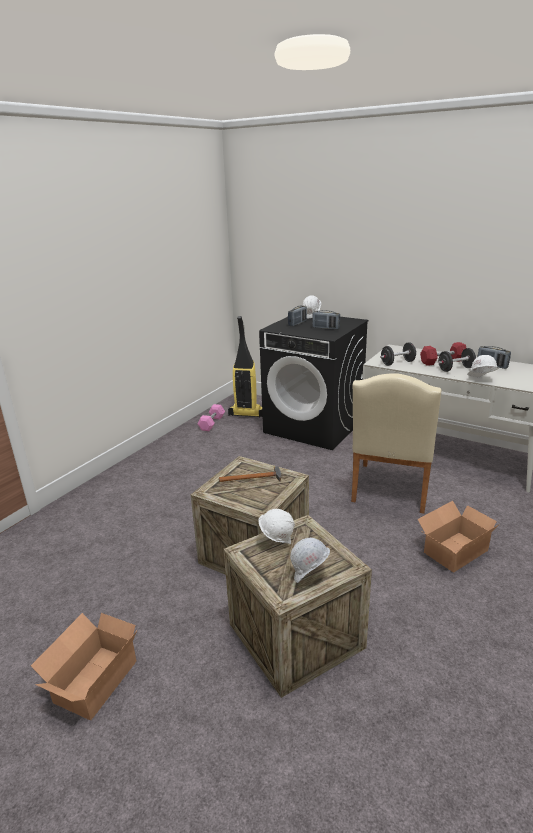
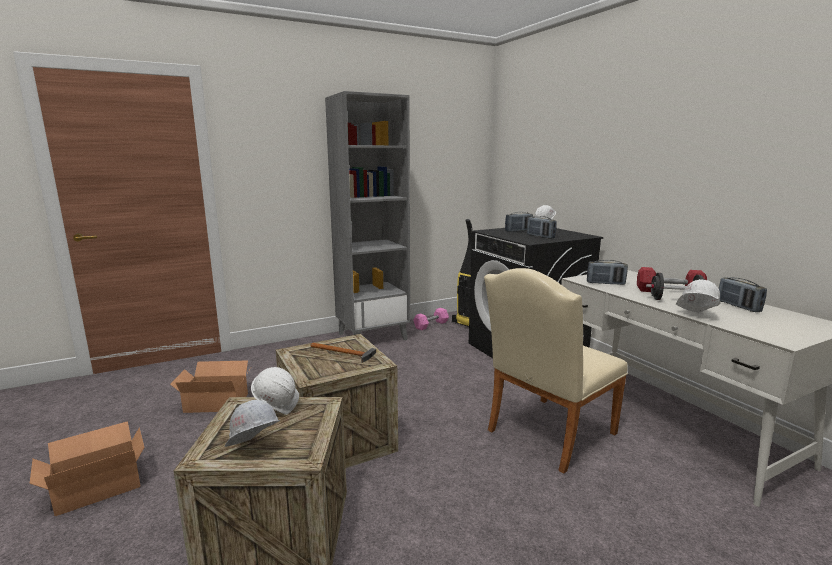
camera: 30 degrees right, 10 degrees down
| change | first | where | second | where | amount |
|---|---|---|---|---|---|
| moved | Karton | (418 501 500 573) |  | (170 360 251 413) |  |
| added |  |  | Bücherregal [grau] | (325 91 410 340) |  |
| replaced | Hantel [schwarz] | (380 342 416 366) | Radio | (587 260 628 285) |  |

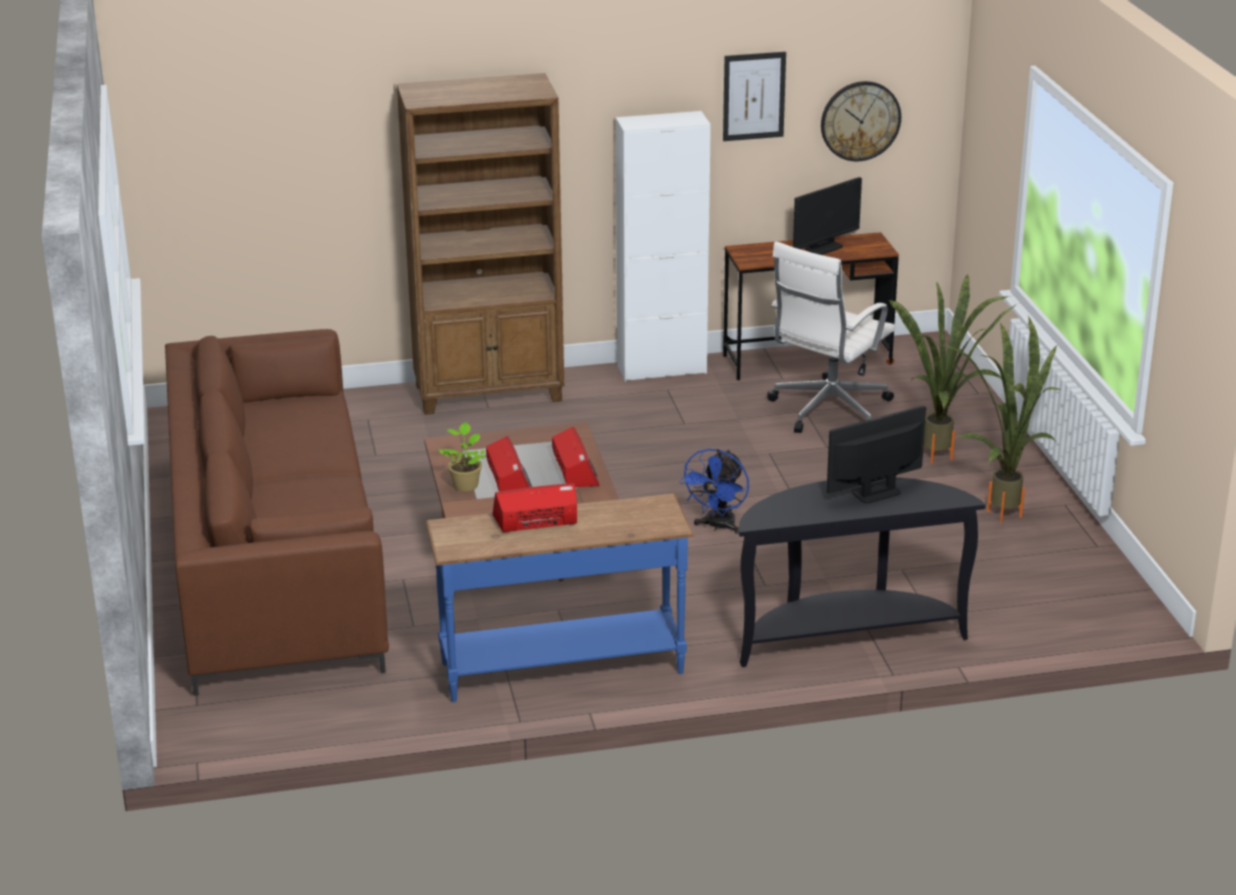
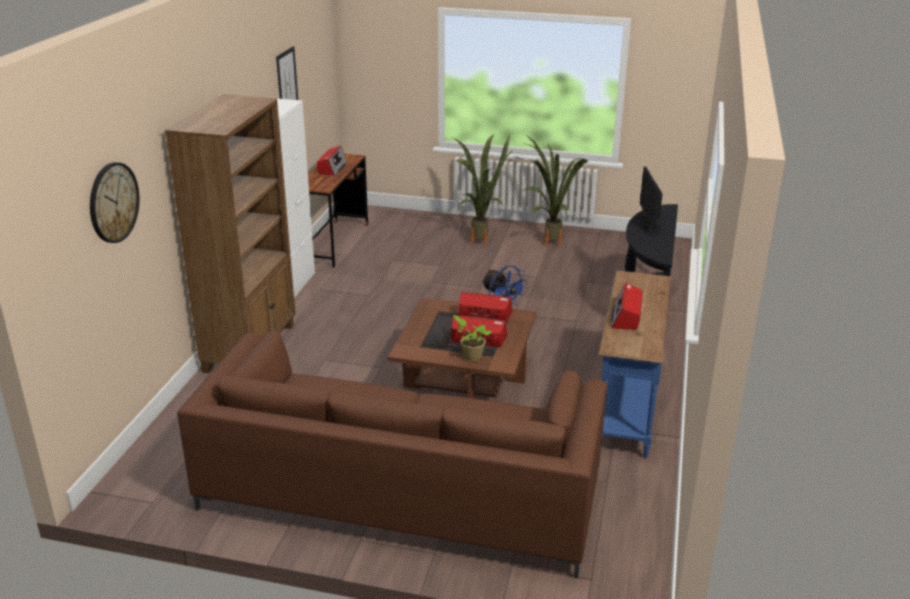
camera: 65 degrees left, 0 degrees up
| change | first | where | second | where | amount |
|---|---|---|---|---|---|
| moved | Wanduhr | (821 81 901 161) |  | (90 162 139 243) |  |
| replaced | Monitor | (793 177 862 255) | Radio | (317 146 348 176) |  |
| removed | Bürostuhl [weiß] | (767 242 895 433) |  |  |  |

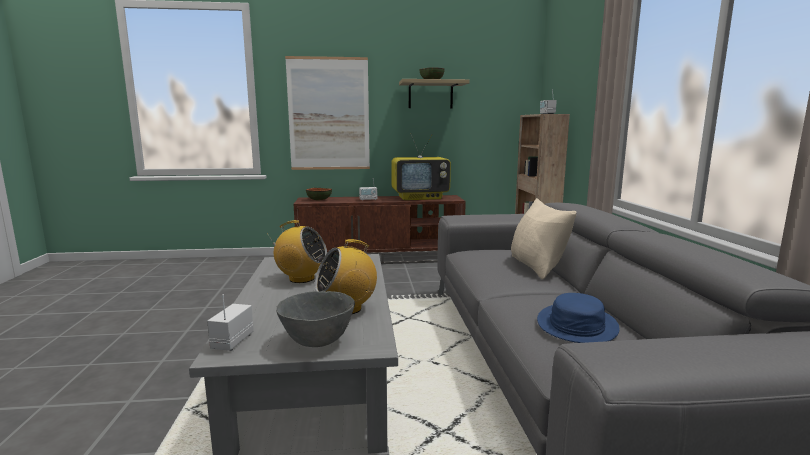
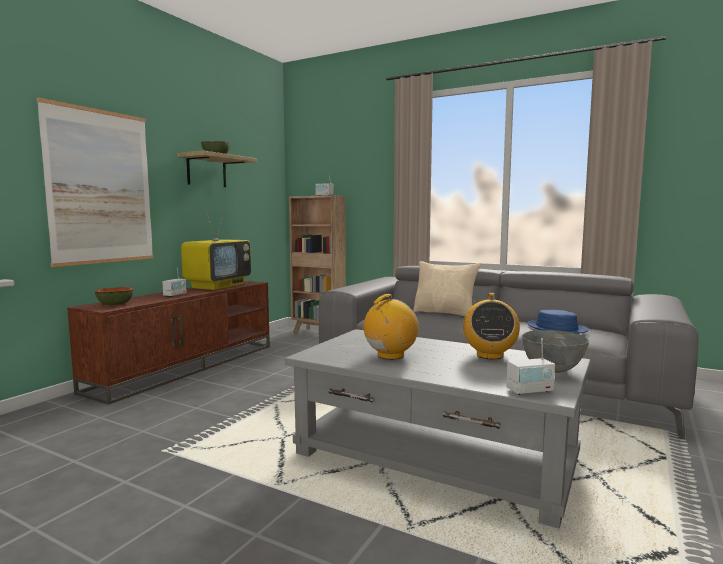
camera: 55 degrees left, 5 degrees down
| change | first | where | second | where | amount |
|---|---|---|---|---|---|
| turned | Radio | (207 294 254 351) |  | (506 338 555 395) | 60 degrees counterclockwise |

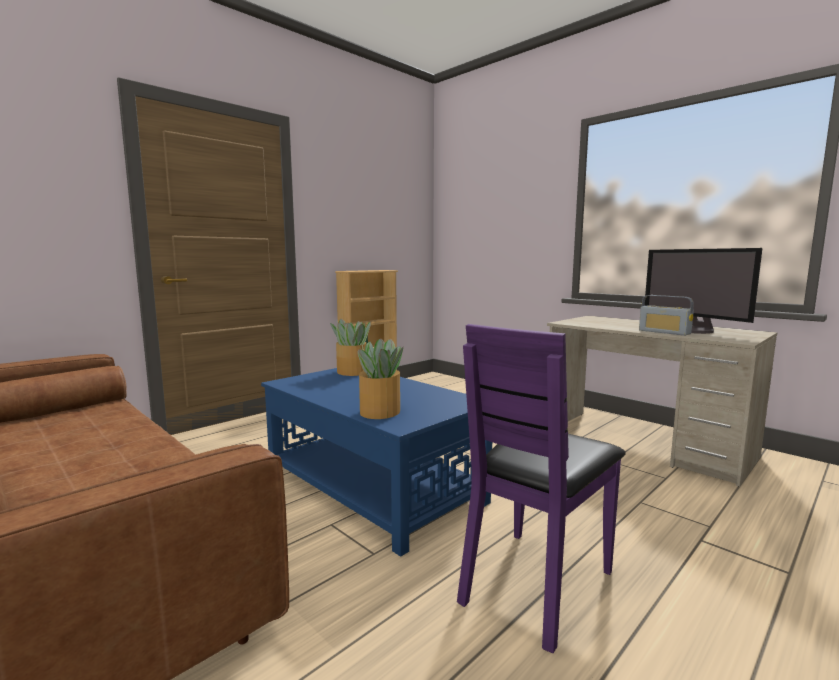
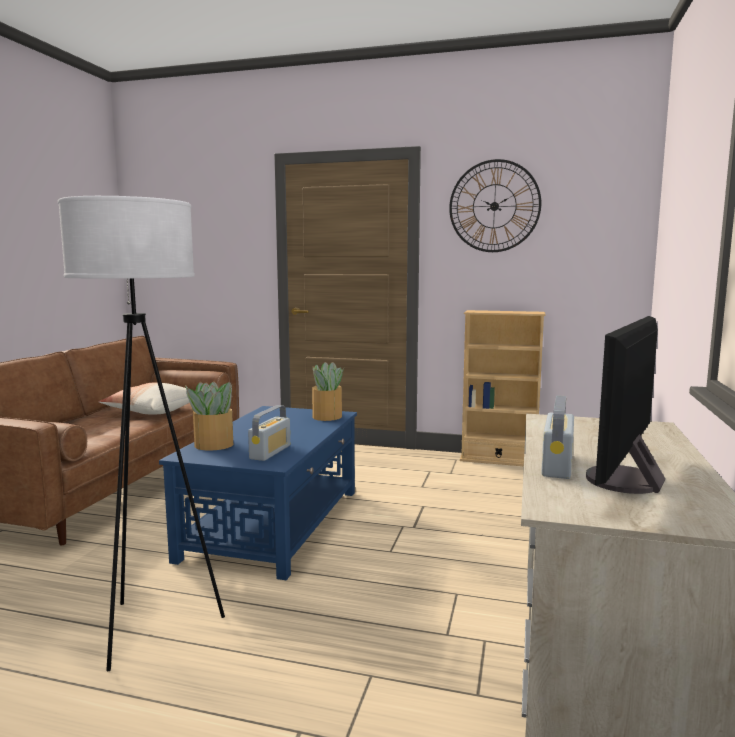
camera: 60 degrees right, 0 degrees up
| change | first | where | second | where | amount |
|---|---|---|---|---|---|
| replaced | Stuhl [lila] | (457 324 626 653) | Stehlampe [weiß] | (58 196 225 671) |  |
| added |  |  | Kissen | (99 382 189 415) |  |
| added |  |  | Radio | (248 405 290 461) |  |
| added |  |  | Wanduhr | (449 159 541 252) |  |

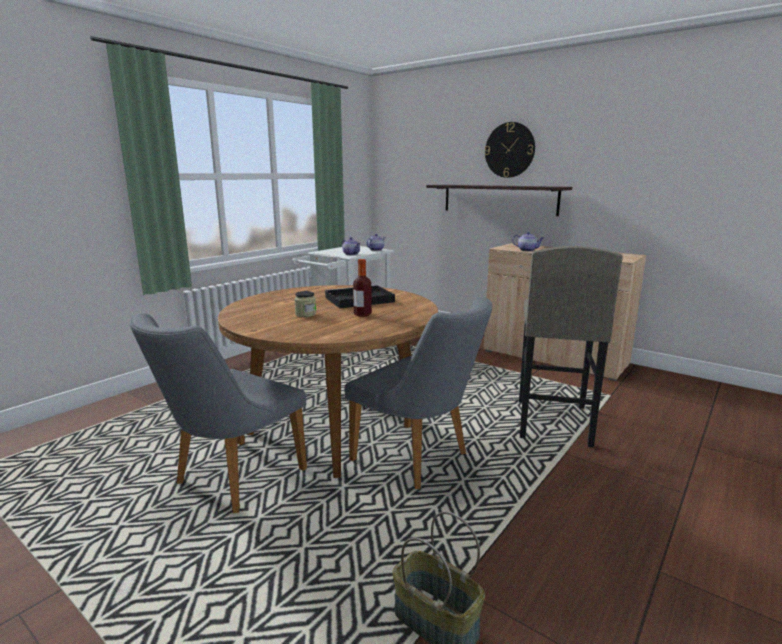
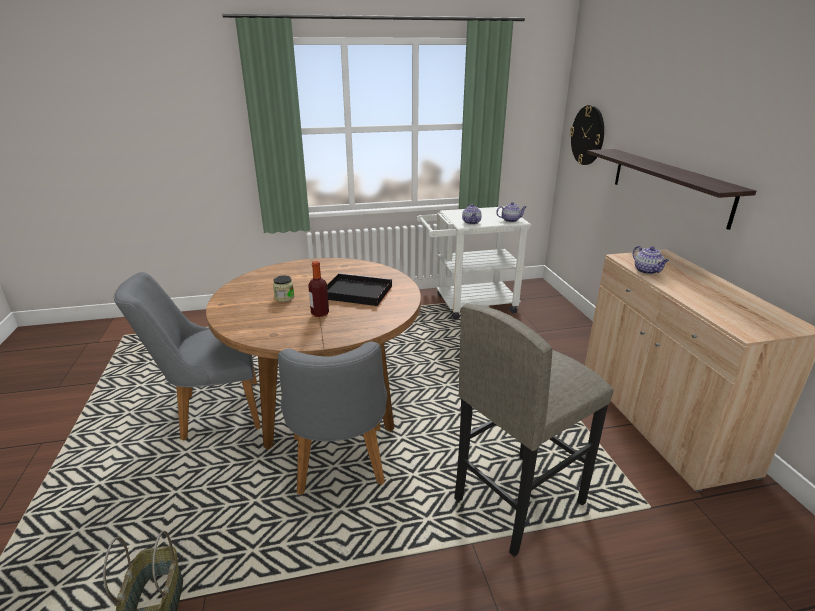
camera: 40 degrees right, 10 degrees up
| change | first | where | second | where | amount |
|---|---|---|---|---|---|
| moved | Wanduhr | (485 122 535 178) |  | (570 105 604 165) |  |

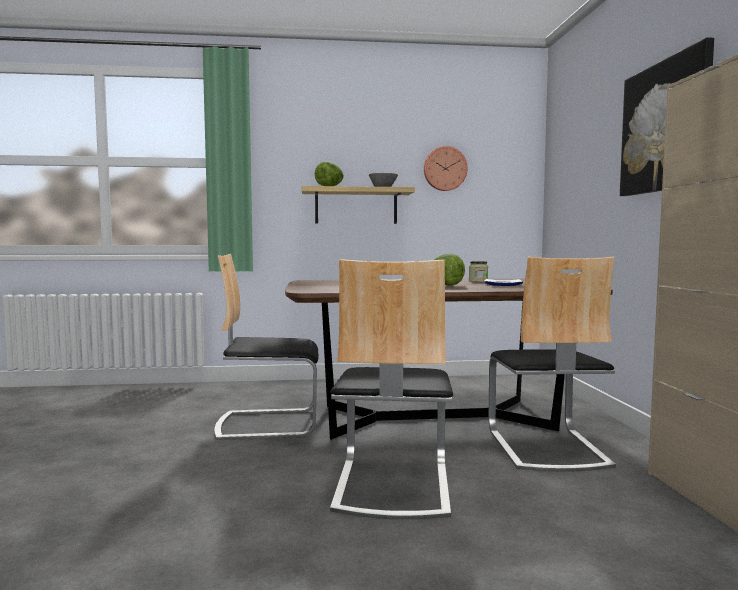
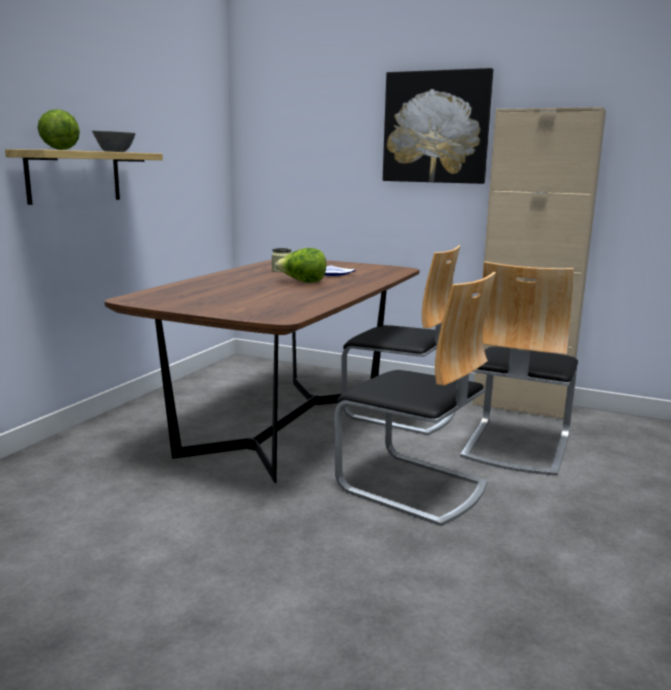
camera: 60 degrees left, 10 degrees up
| change | first | where | second | where | amount |
|---|---|---|---|---|---|
| moved | Stuhl | (214 254 318 440) |  | (460 261 578 476) |  |
| removed | Wanduhr | (424 146 467 191) |  |  |  |

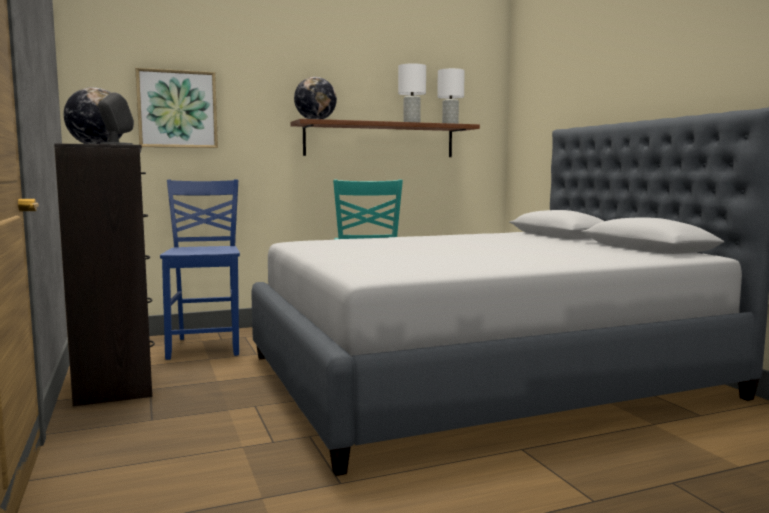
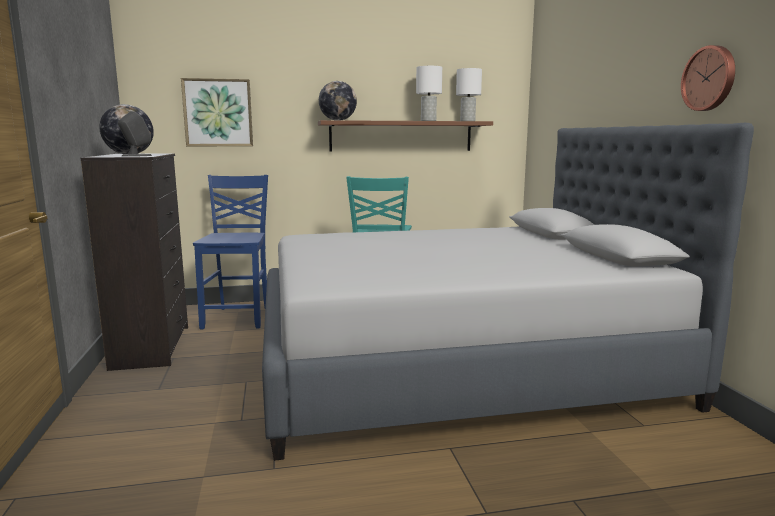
camera: 10 degrees right, 5 degrees up
| change | first | where | second | where | amount |
|---|---|---|---|---|---|
| added |  |  | Wanduhr | (681 45 735 111) |  |

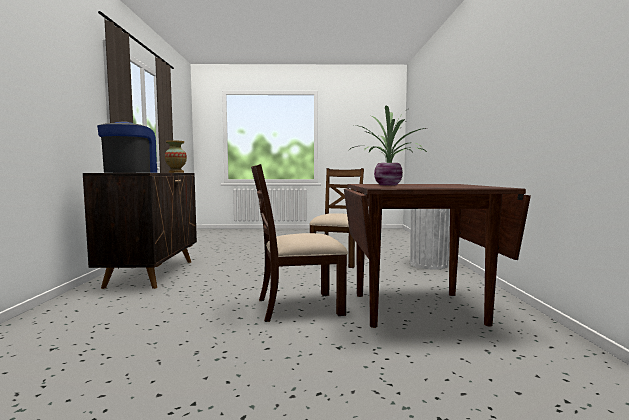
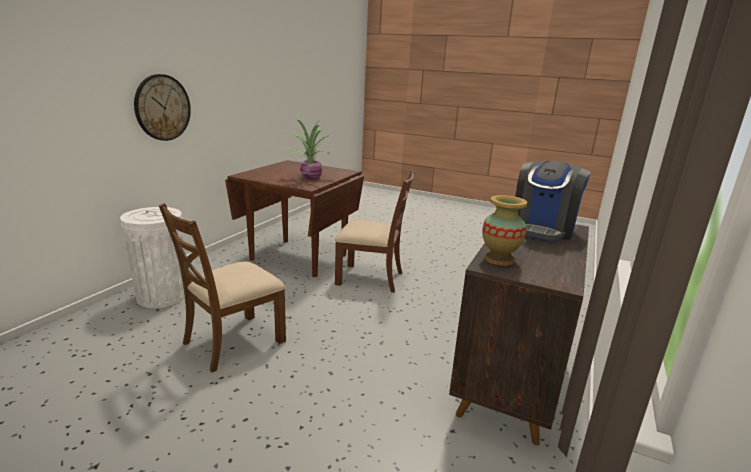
camera: 155 degrees left, 15 degrees up
| change | first | where | second | where | amount |
|---|---|---|---|---|---|
| added |  |  | Wanduhr | (134 74 191 141) |  |

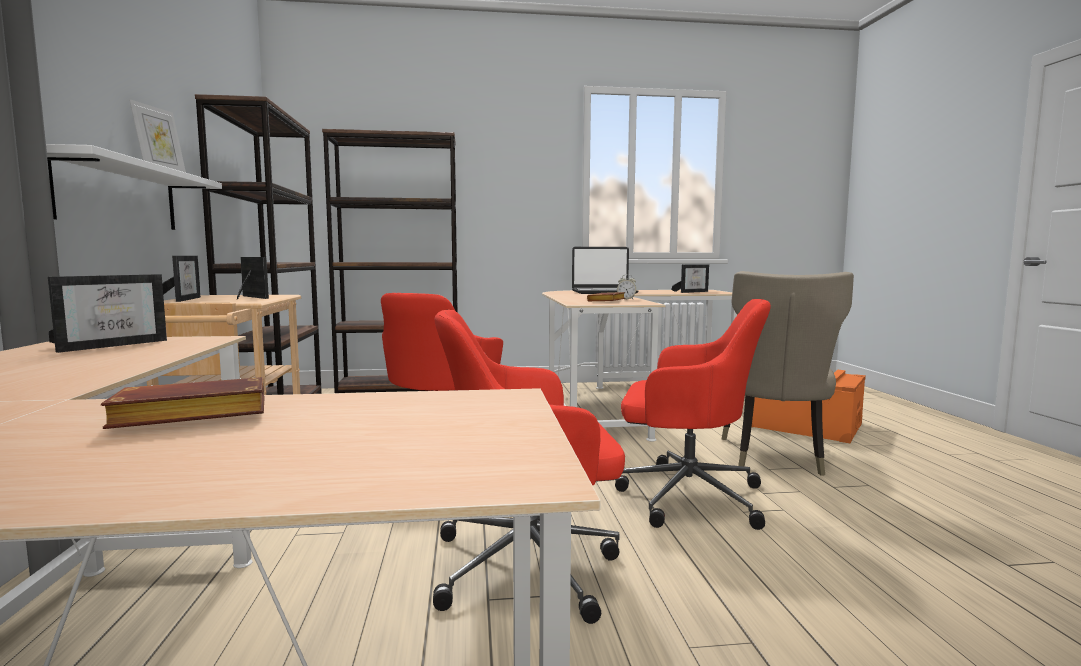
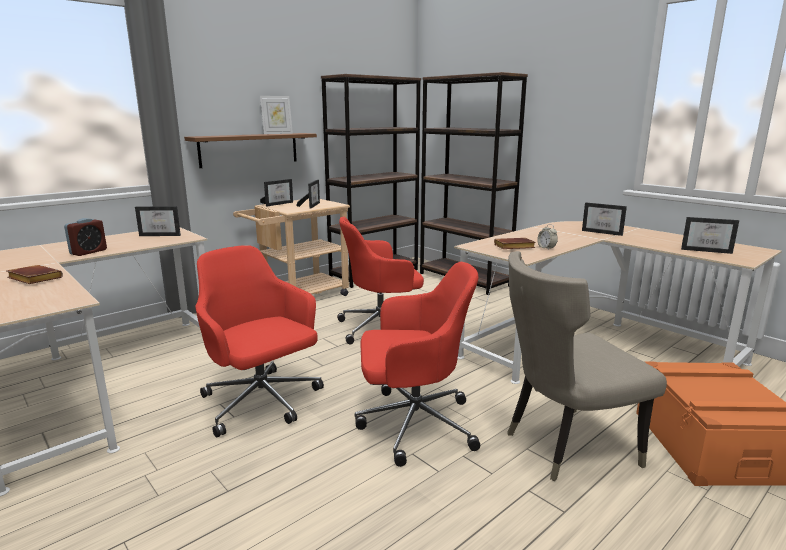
camera: 55 degrees right, 10 degrees up
| change | first | where | second | where | amount |
|---|---|---|---|---|---|
| added |  |  | Wecker | (64 218 107 256) |  |
| recoloured | Wandregal [weiß] | (46 144 222 230) | Wandregal [braun] | (184 133 317 168) |  |
| turned | Bürostuhl [rot] | (615 299 771 530) |  | (355 262 480 467) | 75 degrees counterclockwise |
| replaced | Laptop | (572 247 638 294) | Bilderrahmen | (582 202 627 236) |  |

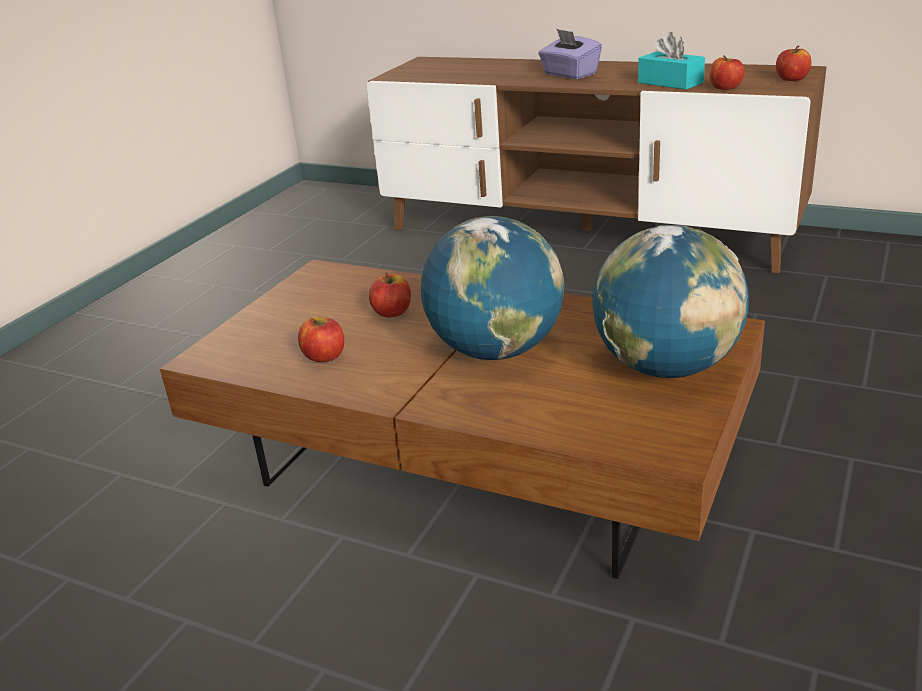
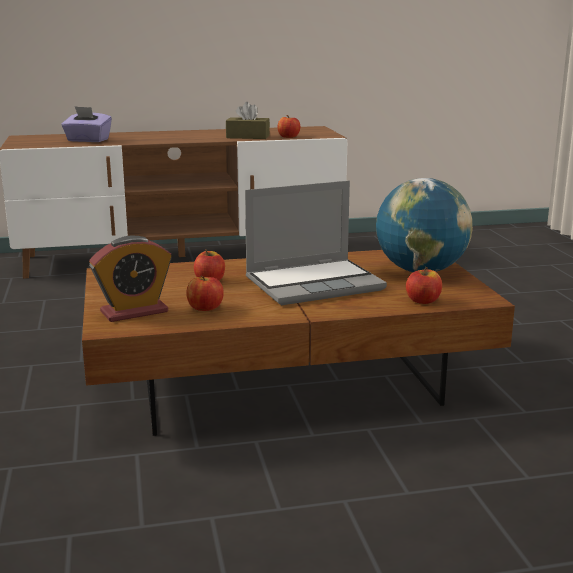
camera: 40 degrees left, 10 degrees down
| change | first | where | second | where | amount |
|---|---|---|---|---|---|
| moved | Taschentuchbox [lila] | (538 29 602 79) |  | (61 106 112 142) |  |
| added |  |  | Wecker | (89 236 172 322) |  |
| recoloured | Taschentuchbox [türkis] | (638 32 705 90) | Taschentuchbox [braun] | (226 102 270 139) |  |
| replaced | Globus | (421 216 564 360) | Laptop | (245 181 387 305) |  |
| moved | Apfel | (776 46 812 81) |  | (406 267 442 304) |  |

